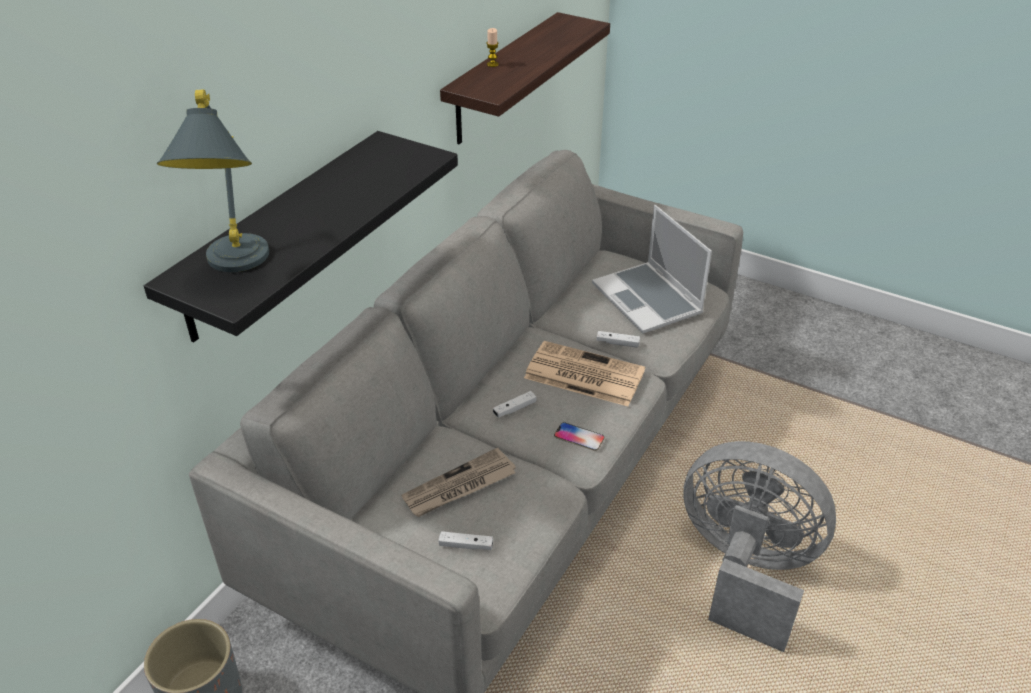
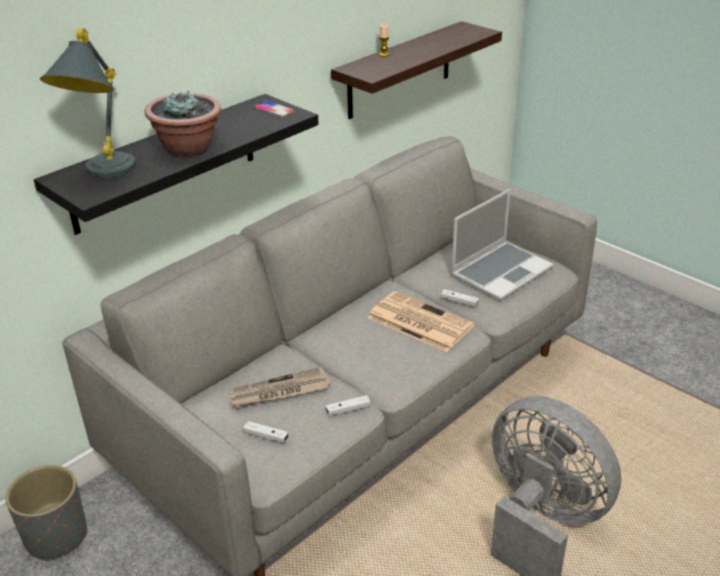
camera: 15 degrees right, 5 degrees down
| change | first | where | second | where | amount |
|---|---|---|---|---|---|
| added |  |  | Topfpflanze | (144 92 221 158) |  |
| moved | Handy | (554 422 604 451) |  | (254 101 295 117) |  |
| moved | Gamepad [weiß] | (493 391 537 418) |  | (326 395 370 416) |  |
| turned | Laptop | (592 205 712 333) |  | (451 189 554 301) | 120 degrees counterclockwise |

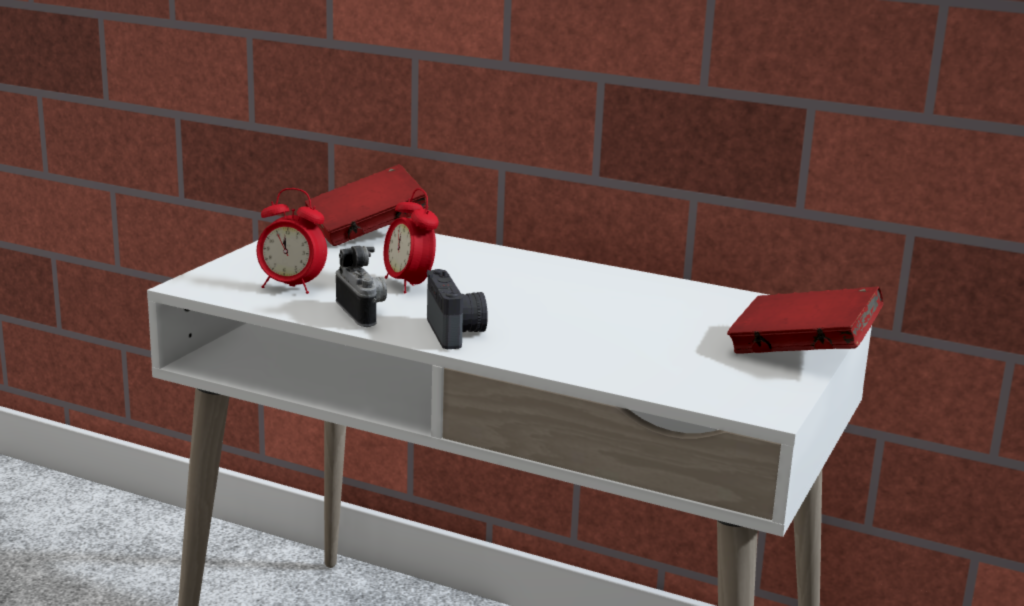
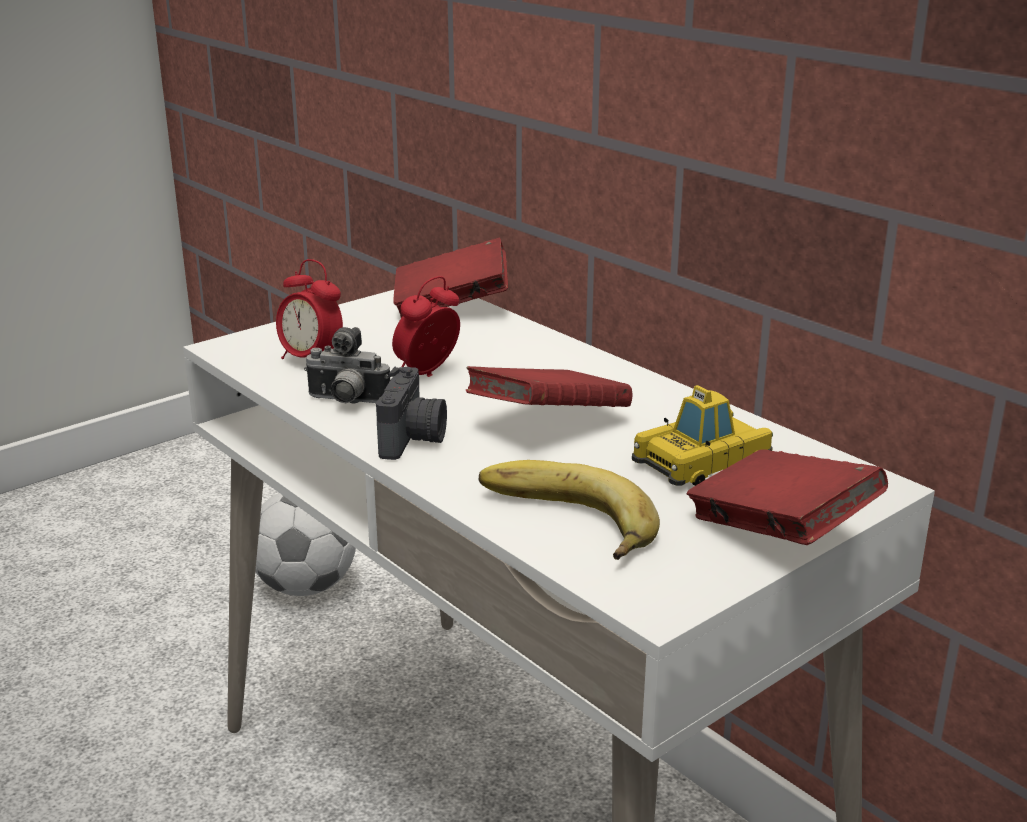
camera: 25 degrees right, 5 degrees up
| change | first | where | second | where | amount |
|---|---|---|---|---|---|
| added |  |  | Fußball | (255 493 356 596) |  |
| turned | Kamera | (336 246 387 327) |  | (304 327 390 404) | 105 degrees clockwise |
| turned | Wecker | (384 188 439 293) |  | (392 276 460 377) | 45 degrees clockwise |
| added |  |  | Buch [rot] | (466 366 632 407) |  |
| added |  |  | Banane | (479 460 660 560) |  |
| added |  |  | Spielzeugauto | (632 385 773 486) |  |

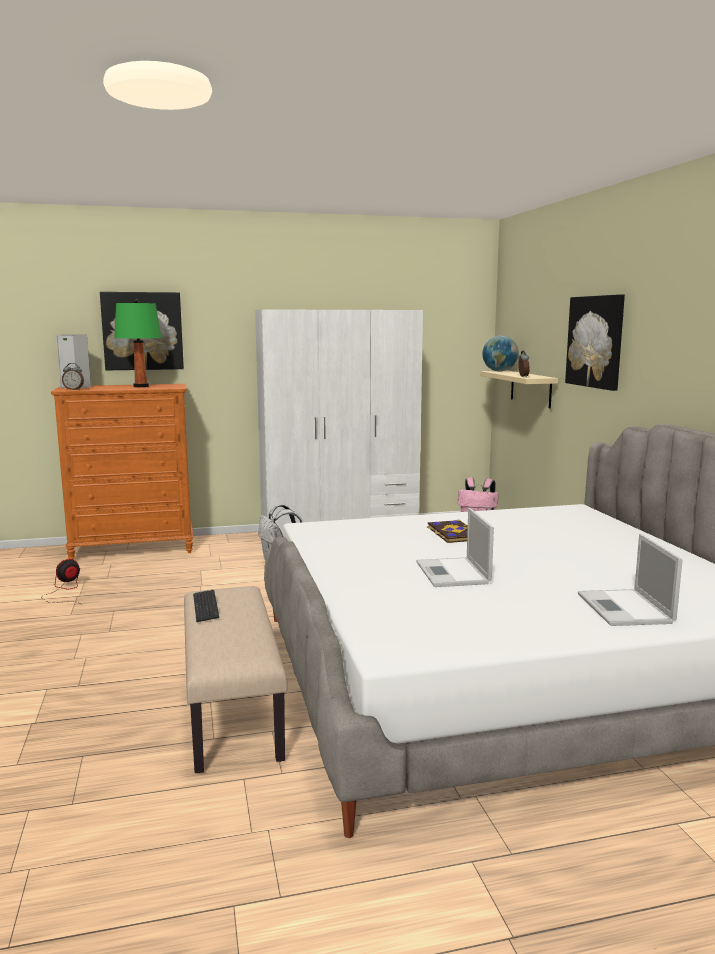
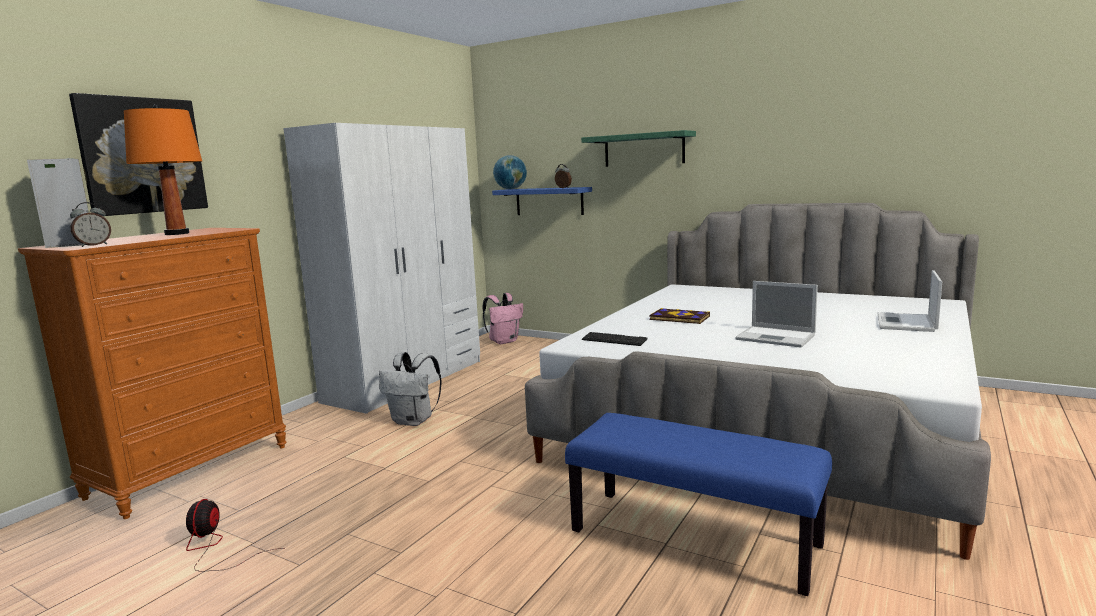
camera: 45 degrees left, 0 degrees up
| change | first | where | second | where | amount |
|---|---|---|---|---|---|
| recoloured | Tischlampe [grün] | (115 299 161 387) | Tischlampe [orange] | (124 105 202 235) |  |
| recoloured | Wandregal [beige] | (480 371 558 408) | Wandregal [blau] | (492 187 592 215) |  |
| recoloured | Bank [beige] | (184 586 288 773) | Bank [blau] | (565 413 832 596) |  |
| replaced | Bild | (565 294 625 391) | Wandregal [grün] | (581 130 696 167) |  |
| moved | Tastatur | (193 590 219 622) |  | (582 332 648 346) |  |
| turned | Laptop | (578 534 683 626) |  | (878 270 942 332) | 75 degrees clockwise |

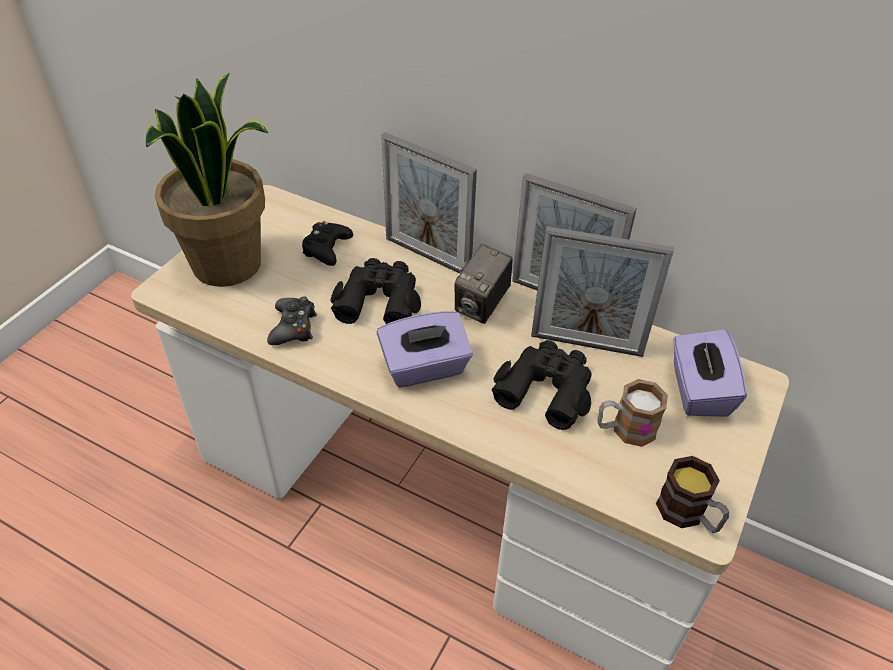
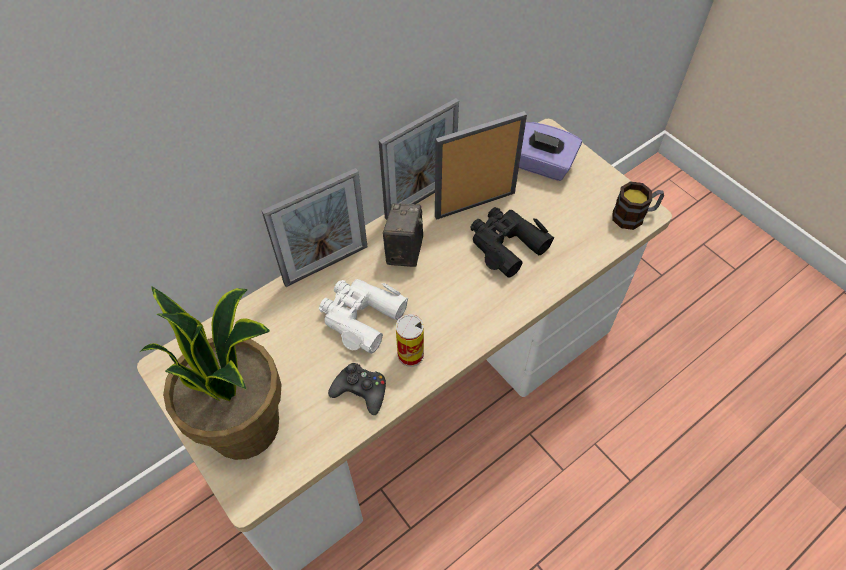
camera: 65 degrees left, 10 degrees up
| change | first | where | second | where | amount |
|---|---|---|---|---|---|
| recoloured | Fernglas [schwarz] | (330 258 421 324) | Fernglas [weiß] | (319 279 408 354) |  |
| turned | Kamera | (454 244 512 324) |  | (383 203 423 267) | 135 degrees counterclockwise |
| added |  |  | Dose | (396 314 424 367) |  |
| turned | Bilderrahmen | (531 226 674 357) |  | (435 111 527 220) | 150 degrees counterclockwise |
| removed | Gamepad [schwarz] | (302 221 353 266) |  |  |  |
| removed | Taschentuchbox [lila] | (377 311 473 388) |  |  |  |
| removed | Henkelbecher | (597 379 668 447) |  |  |  |

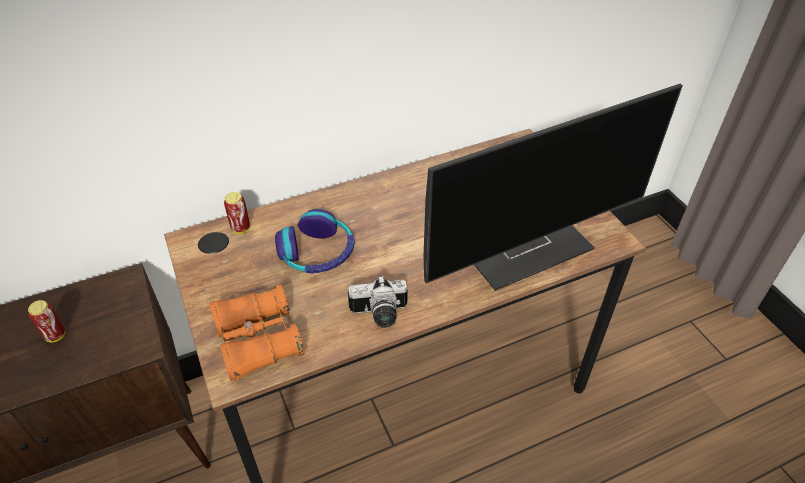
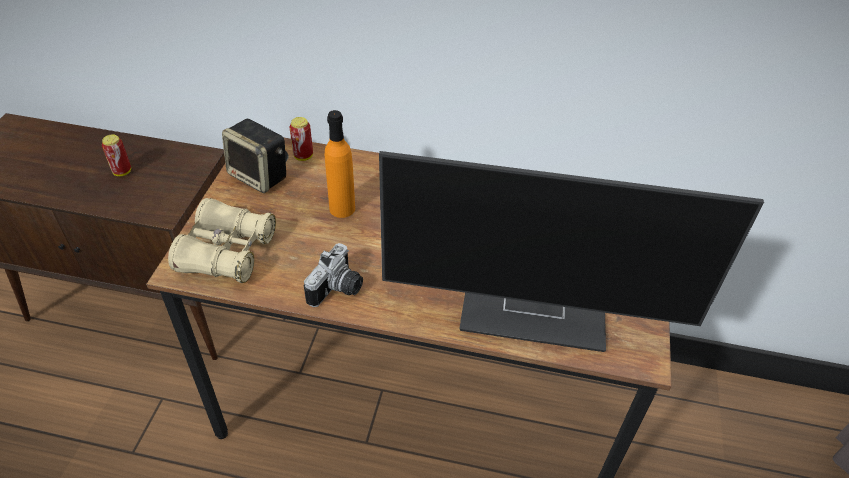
camera: 35 degrees right, 0 degrees up
| change | first | where | second | where | amount |
|---|---|---|---|---|---|
| recoloured | Fernglas [orange] | (209 284 304 381) | Fernglas [beige] | (168 198 276 283) |  |
| added |  |  | Lautsprecher | (222 119 286 193) |  |
| turned | Kamera | (348 276 408 328) |  | (304 243 363 307) | 90 degrees counterclockwise |
| replaced | Kopfhörer | (275 209 354 274) | Flasche [orange] | (325 110 355 218) |  |

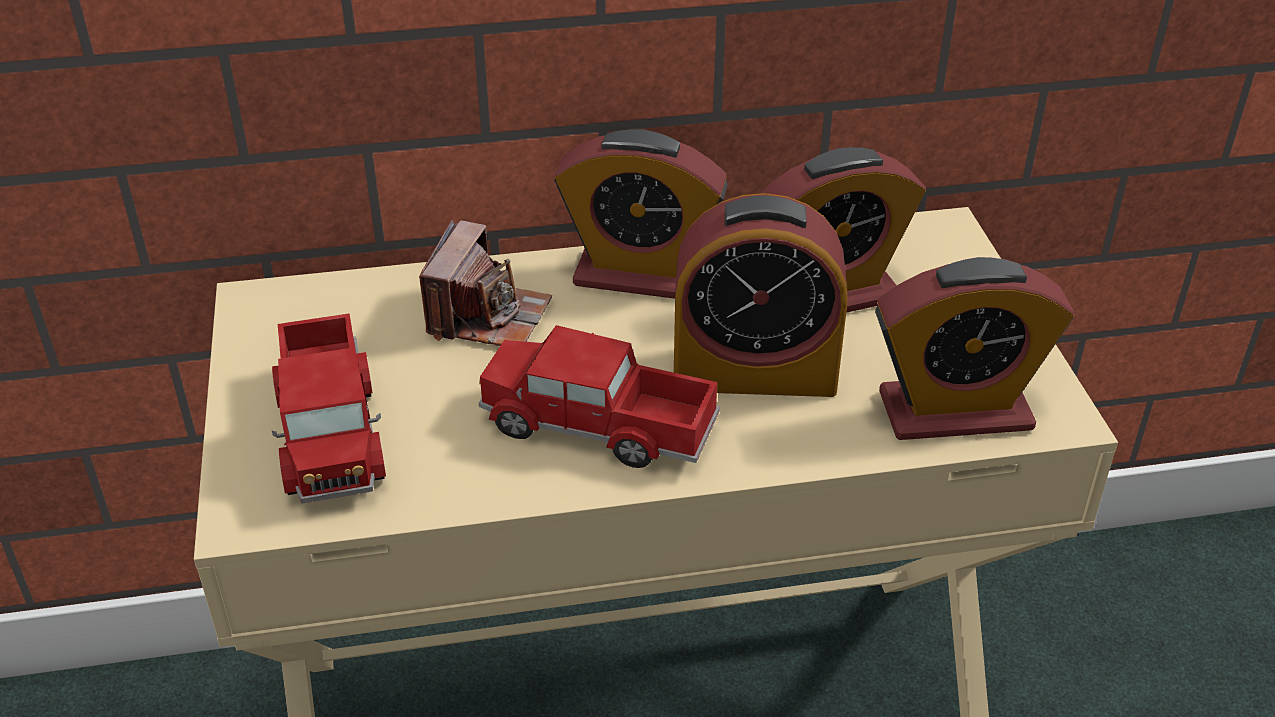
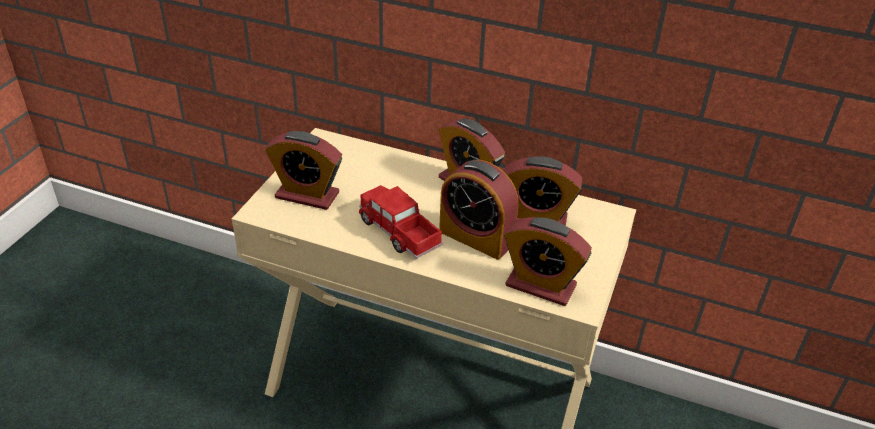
camera: 30 degrees right, 0 degrees up
| change | first | where | second | where | amount |
|---|---|---|---|---|---|
| replaced | Spielzeuglaster | (272 314 386 503) | Wecker | (265 131 342 210) |  |
| removed | Kamera | (419 220 552 346) |  |  |  |

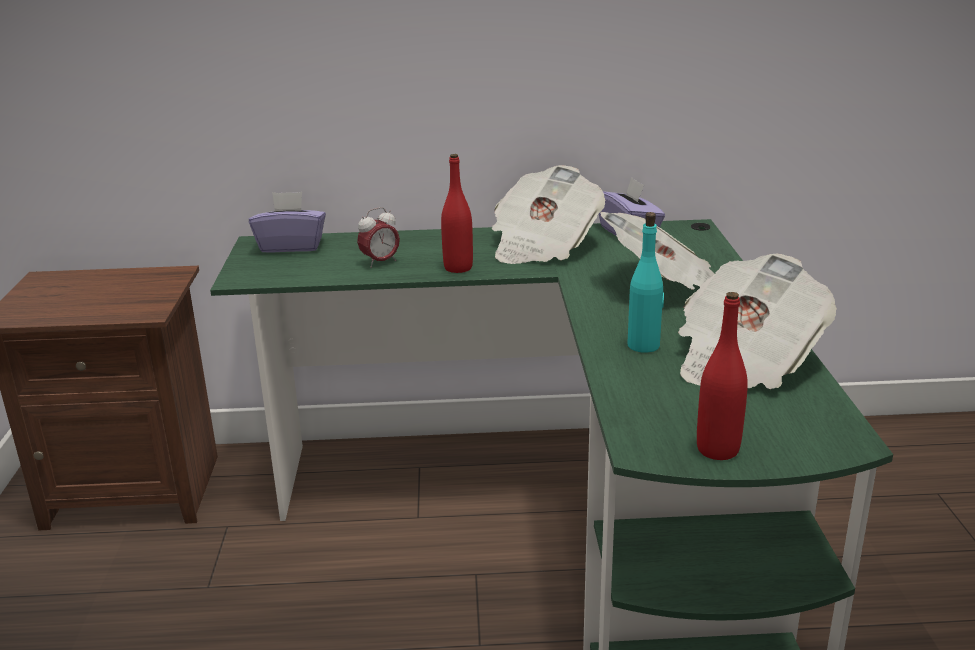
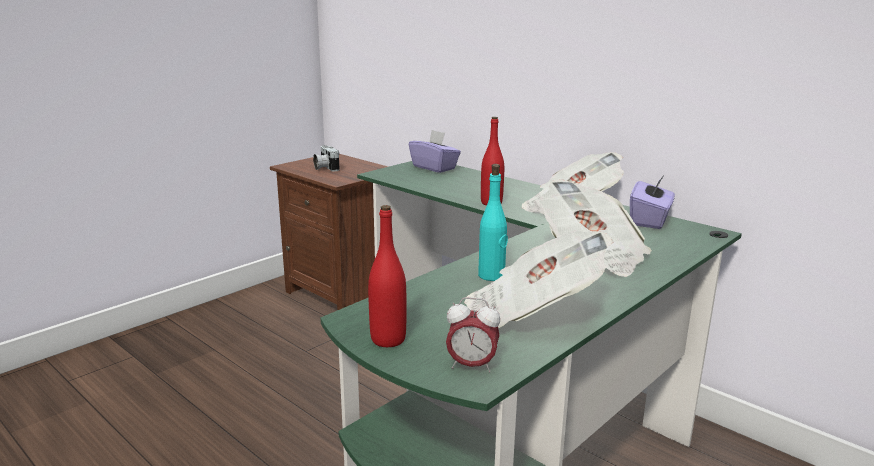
camera: 45 degrees right, 5 degrees down
| change | first | where | second | where | amount |
|---|---|---|---|---|---|
| added |  |  | Kamera | (313 145 340 171) |  |
| moved | Wecker | (357 207 400 268) |  | (446 297 500 373) |  |

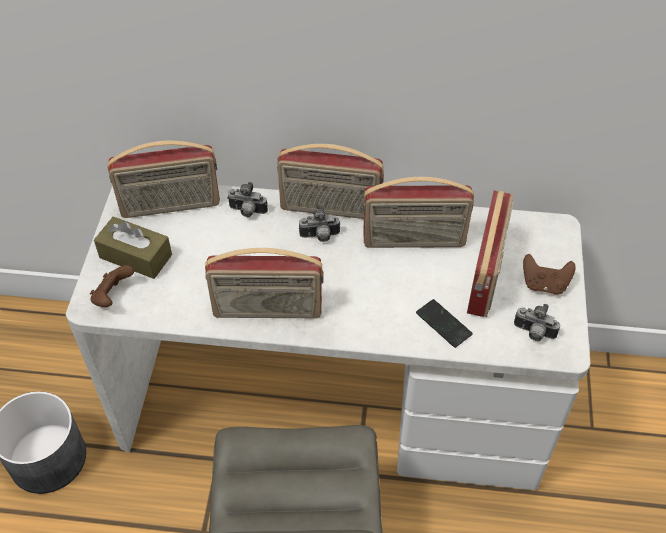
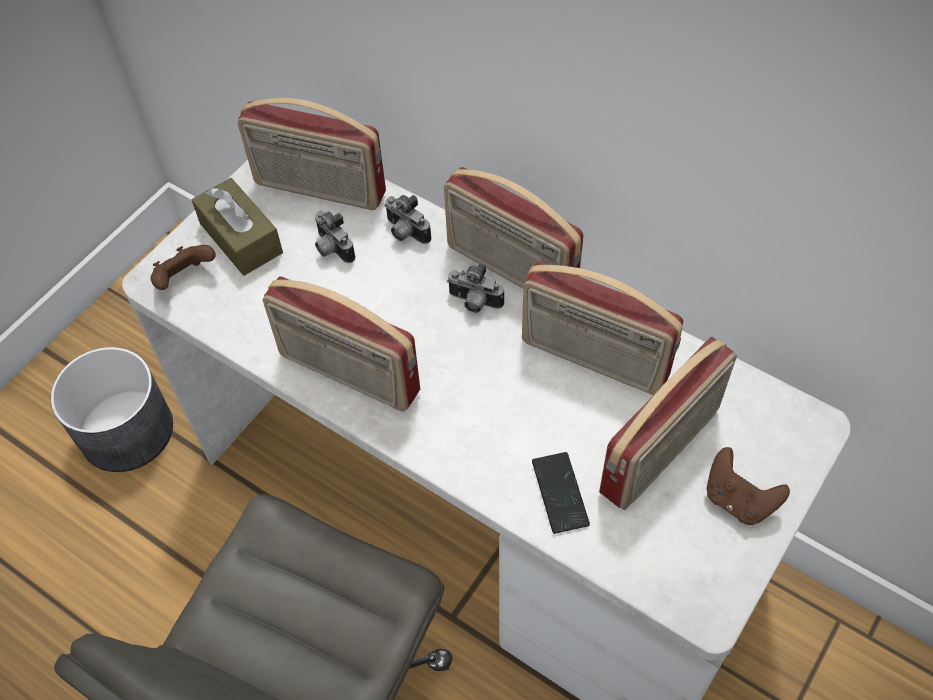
camera: 30 degrees right, 5 degrees up
| change | first | where | second | where | amount |
|---|---|---|---|---|---|
| moved | Kamera | (514 304 560 341) |  | (315 210 355 263) |  |

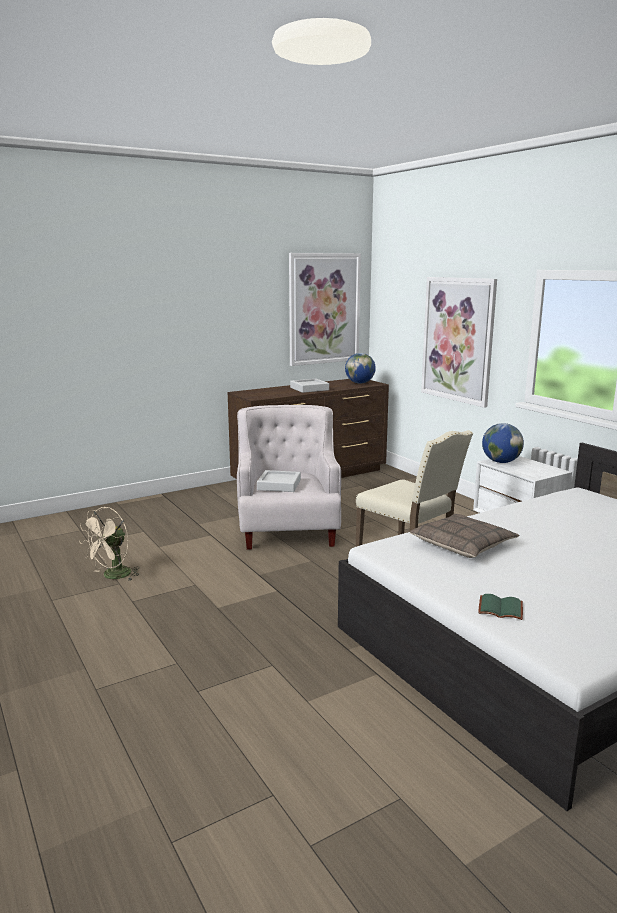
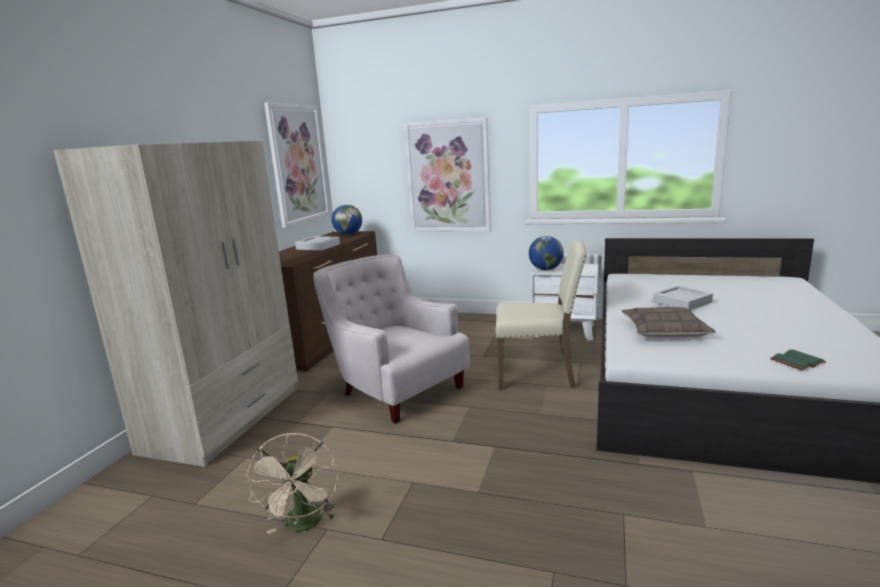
camera: 40 degrees left, 0 degrees up
| change | first | where | second | where | amount |
|---|---|---|---|---|---|
| added |  |  | Kleiderschrank [beige] | (54 140 298 467) |  |
| moved | Tablett [grau] | (257 470 301 492) |  | (653 286 713 310) |  |

